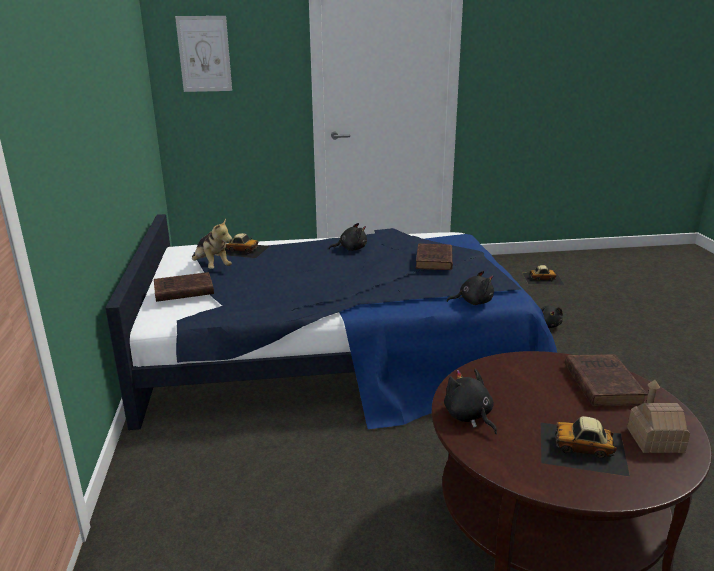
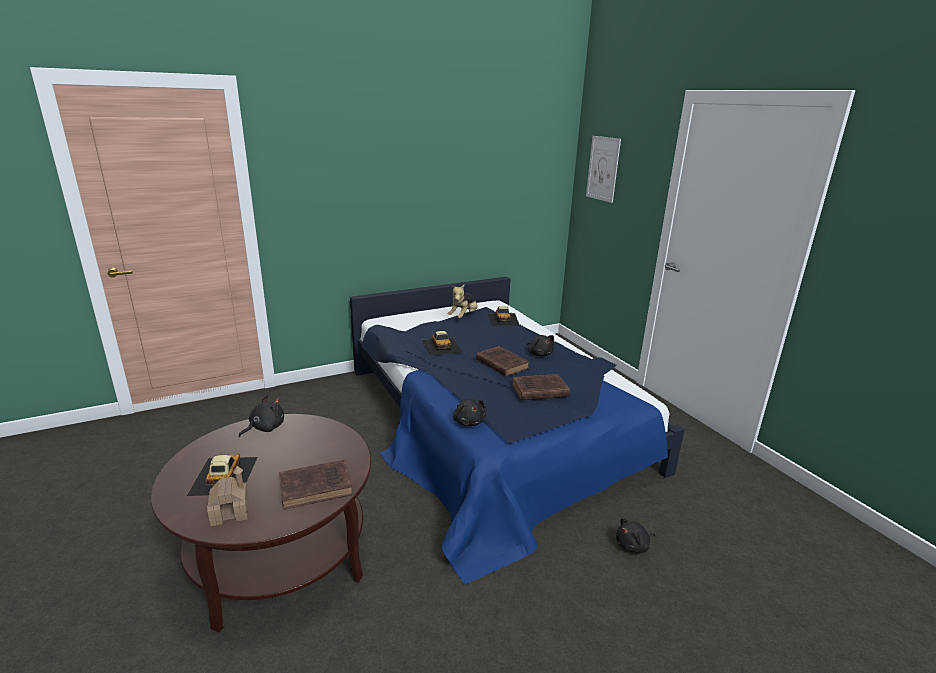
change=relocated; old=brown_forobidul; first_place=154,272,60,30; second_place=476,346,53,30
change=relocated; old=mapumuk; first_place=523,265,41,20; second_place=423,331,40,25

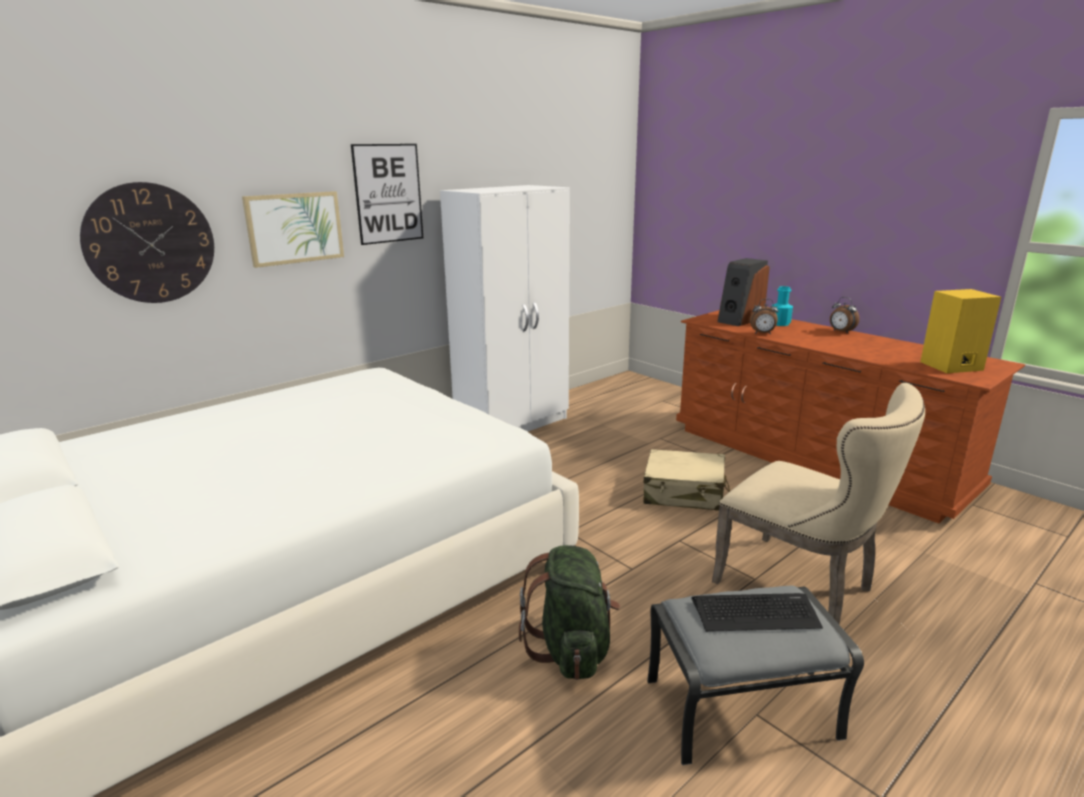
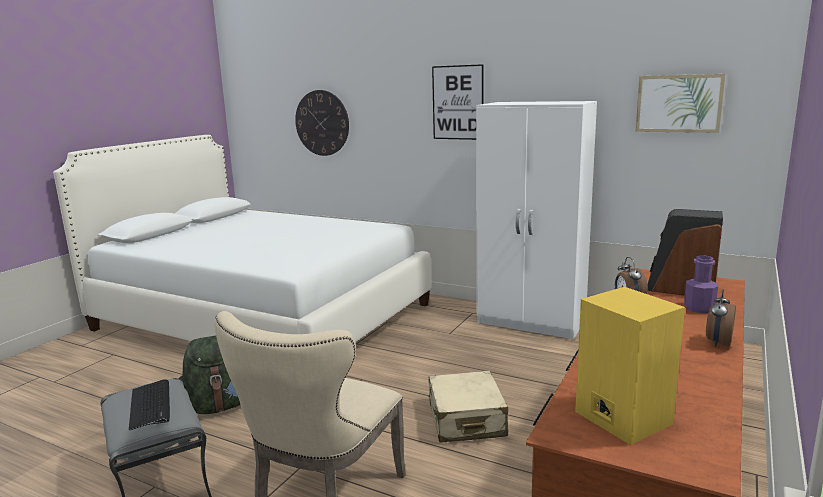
change=relocated; old=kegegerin; first_place=242,191,102,77; second_place=636,74,90,59
change=colour; old=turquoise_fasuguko; new=purple_fasuguko; first_place=772,286,21,40; second_place=684,255,34,58

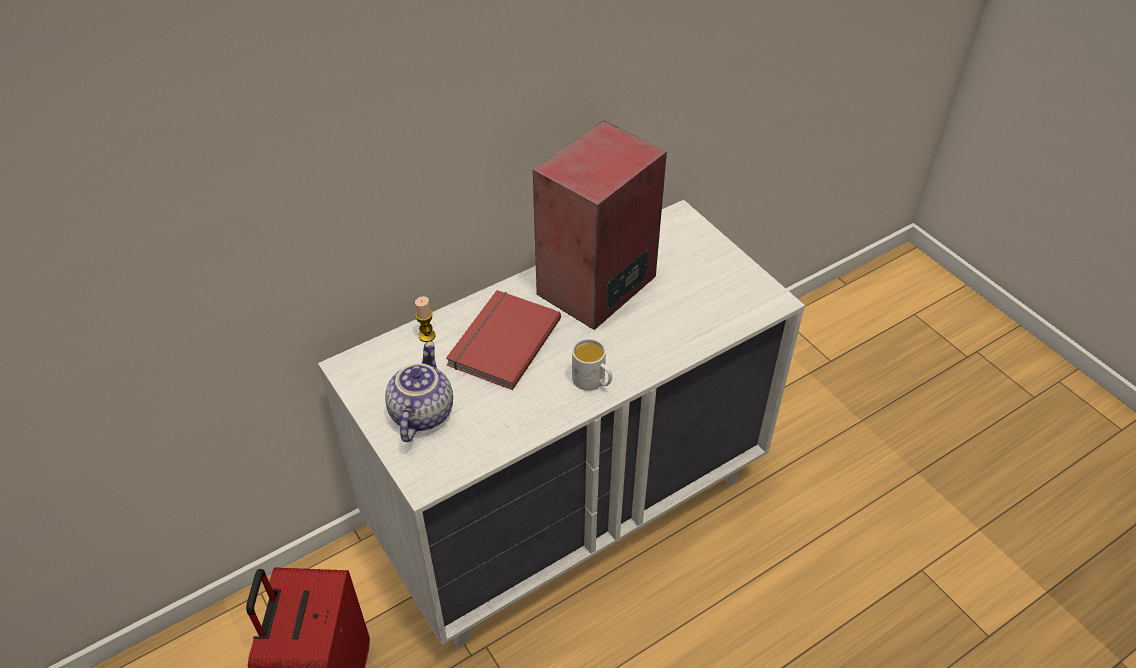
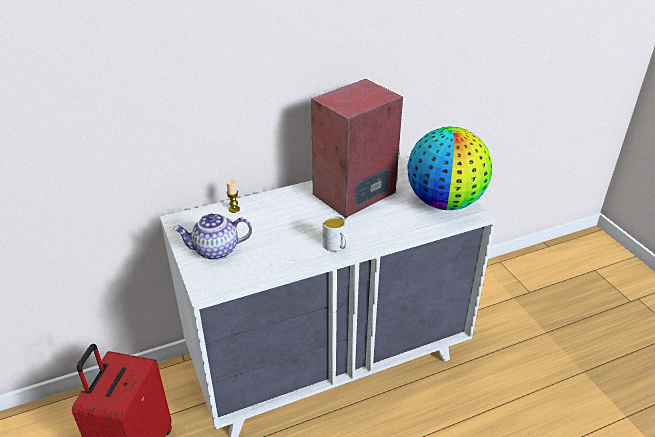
change=spun; old=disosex; first_place=385,341,68,101; second_place=173,213,79,47; degrees=-120
change=missing; old=red_forobidul; first_place=446,290,115,100
change=appeared; new=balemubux; second_place=407,127,85,83

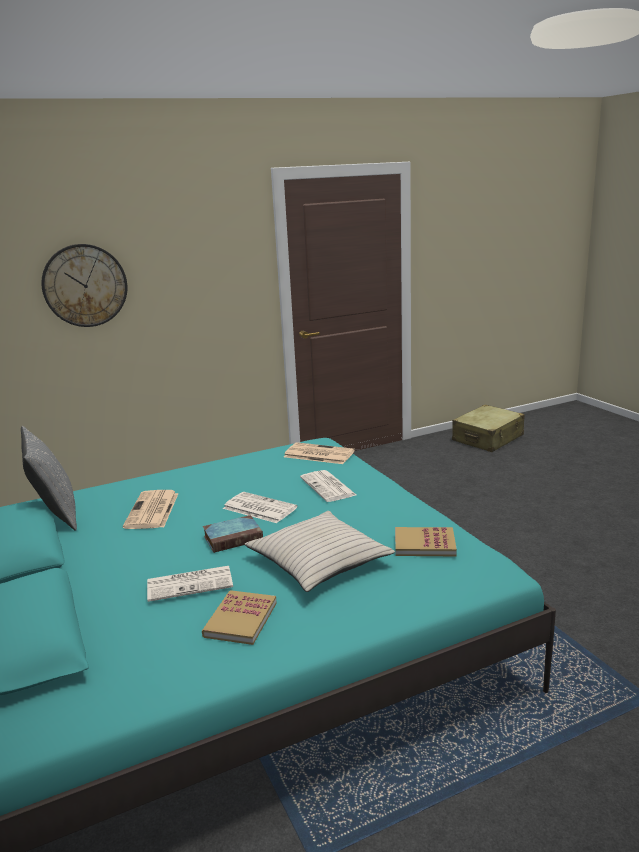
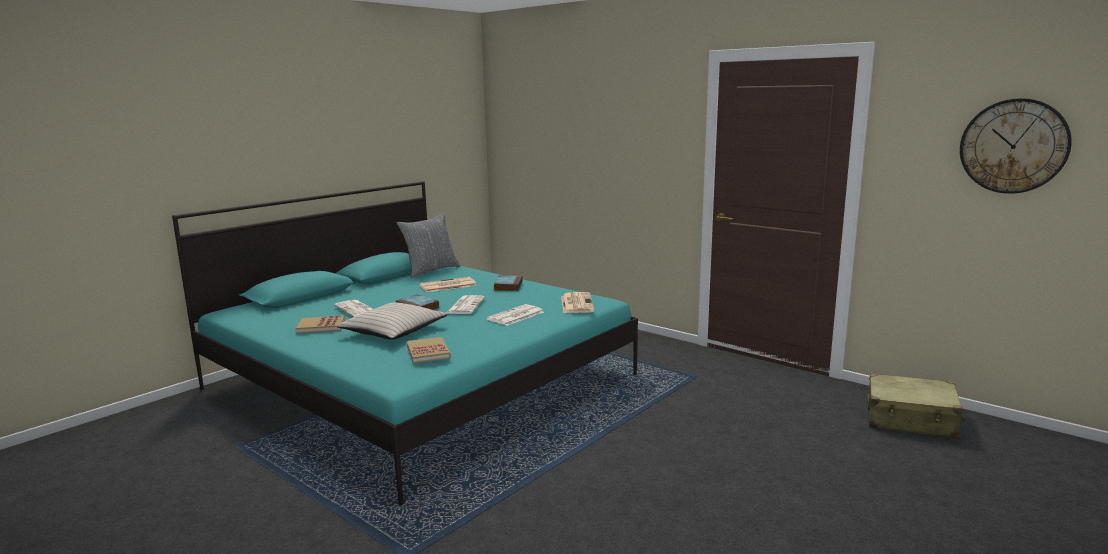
change=relocated; old=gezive; first_place=41,244,86,83; second_place=960,98,112,96
change=appeared; new=forobidul; second_place=494,276,29,15

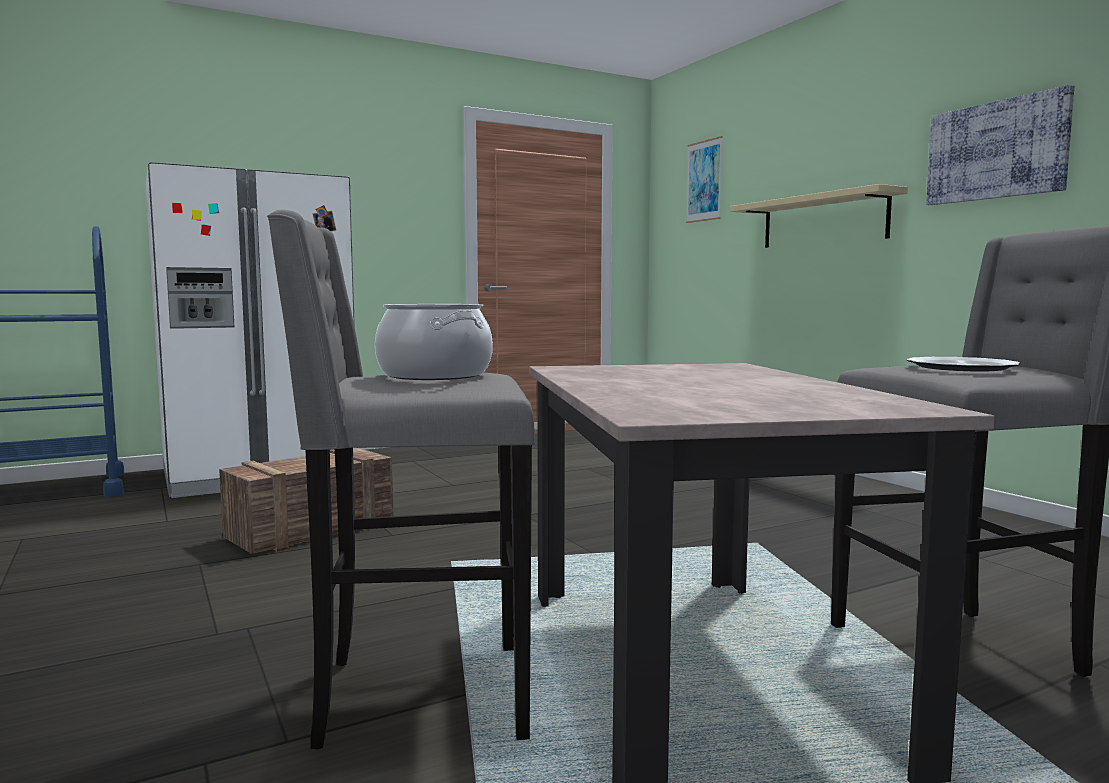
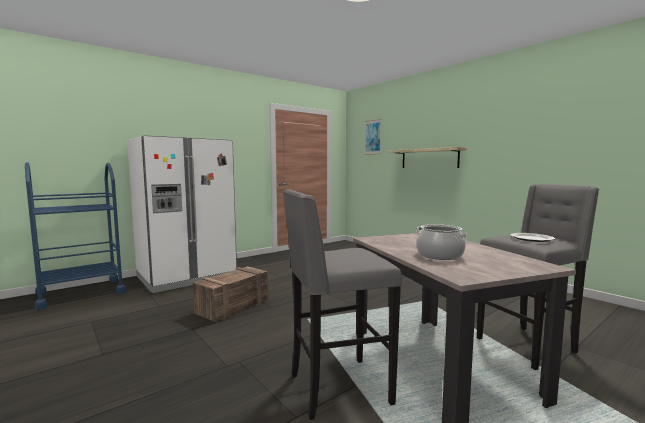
change=relocated; old=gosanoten; first_place=375,304,118,76; second_place=416,224,52,36
change=missing; old=kegegerin; first_place=926,85,148,120

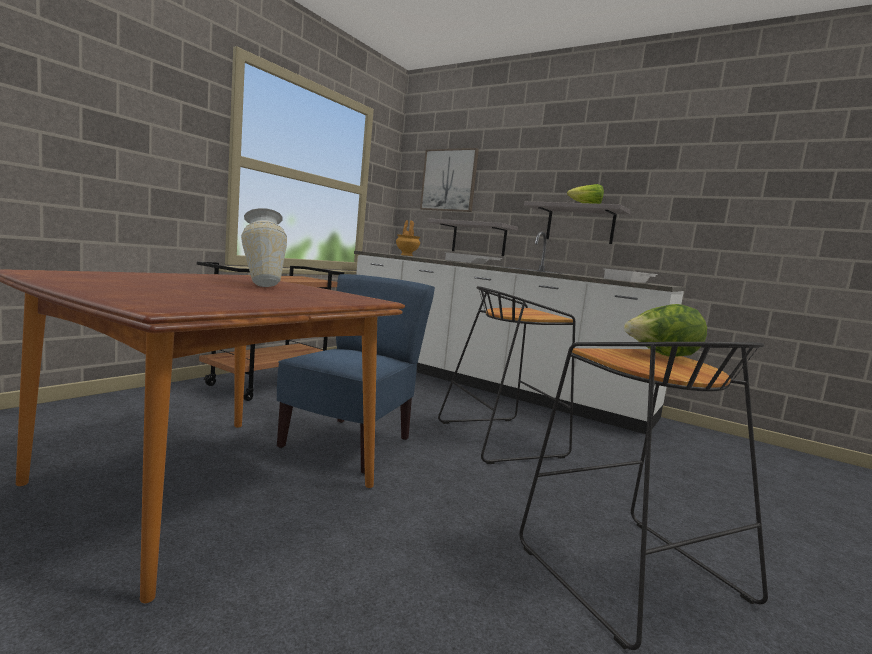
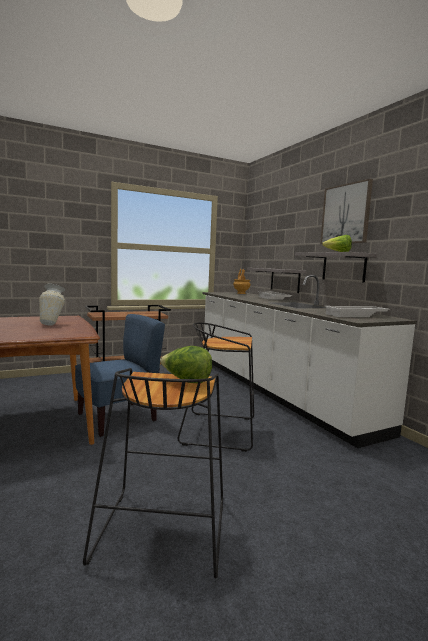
change=relocated; old=kegegerin; first_place=420,148,59,64; second_place=320,179,53,65

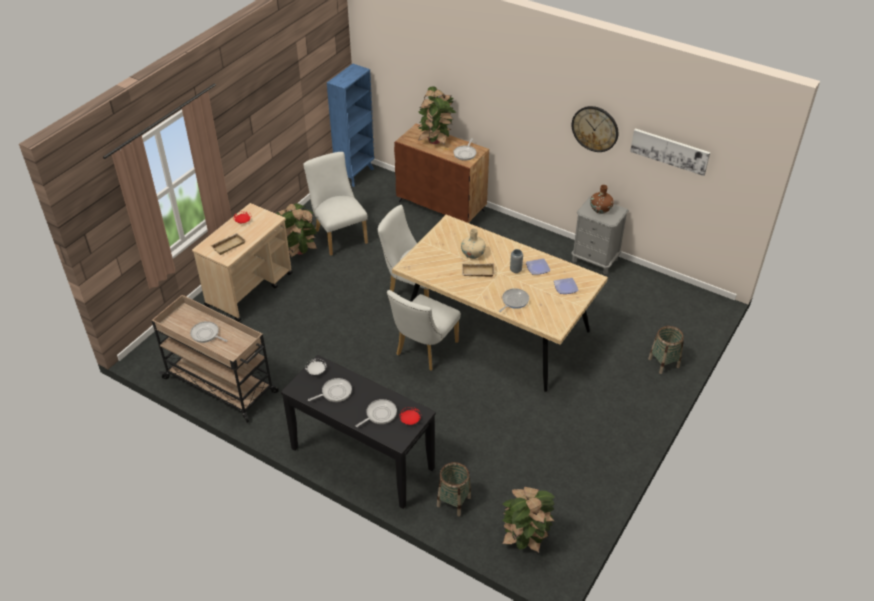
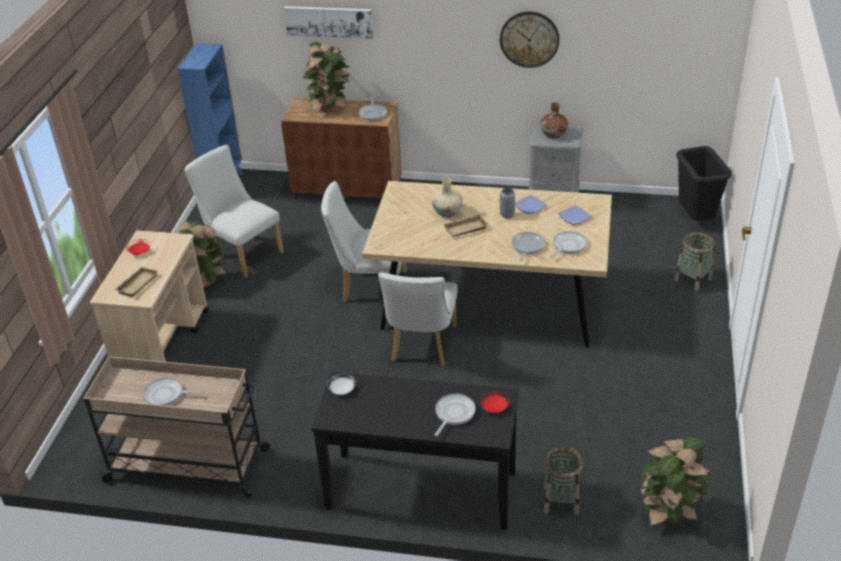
change=relocated; old=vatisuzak; first_place=308,378,44,24; second_place=549,231,38,28
change=relocated; old=kegegerin; first_place=630,128,80,48; second_place=284,6,89,33
change=appeared; new=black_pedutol; second_place=676,146,56,75

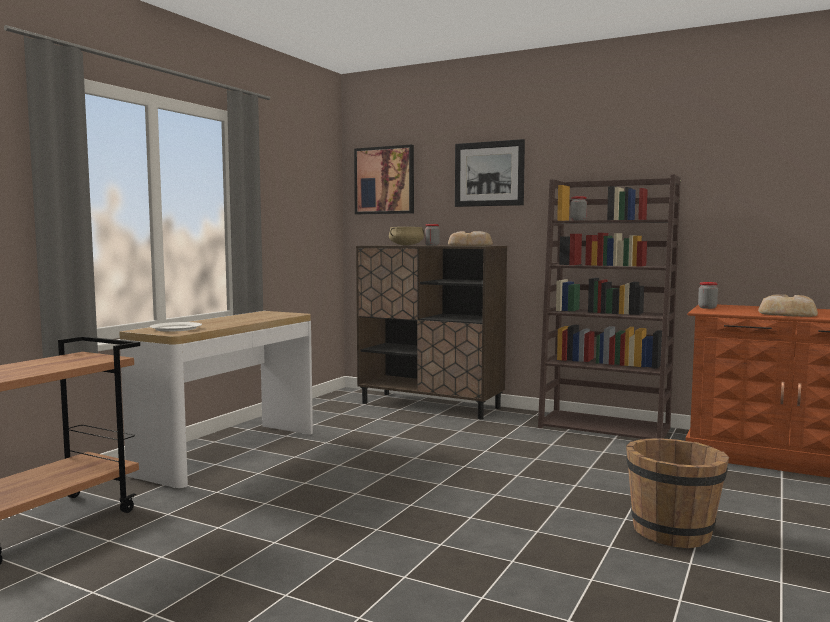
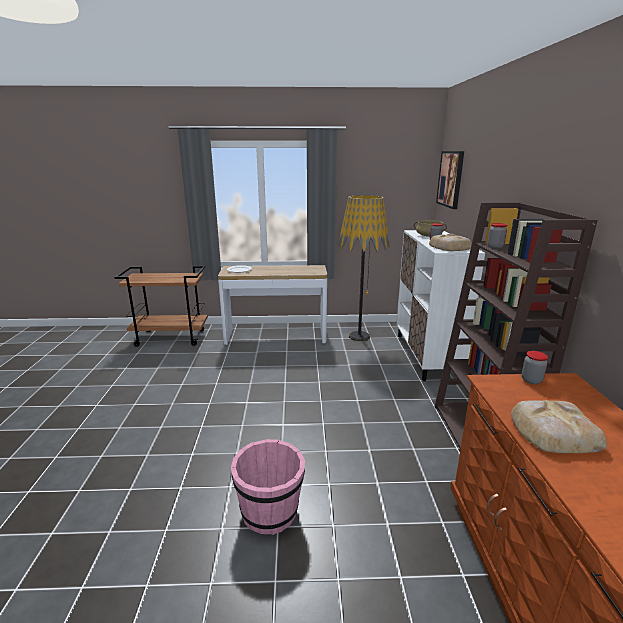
change=colour; old=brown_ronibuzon; new=white_ronibuzon; first_place=356,245,151,174; second_place=396,230,89,151
change=missing; old=kegegerin; first_place=455,139,70,68
change=colour; old=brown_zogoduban; new=pink_zogoduban; first_place=626,438,103,110; second_place=231,439,74,96
change=appeared; new=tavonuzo; second_place=338,195,52,146

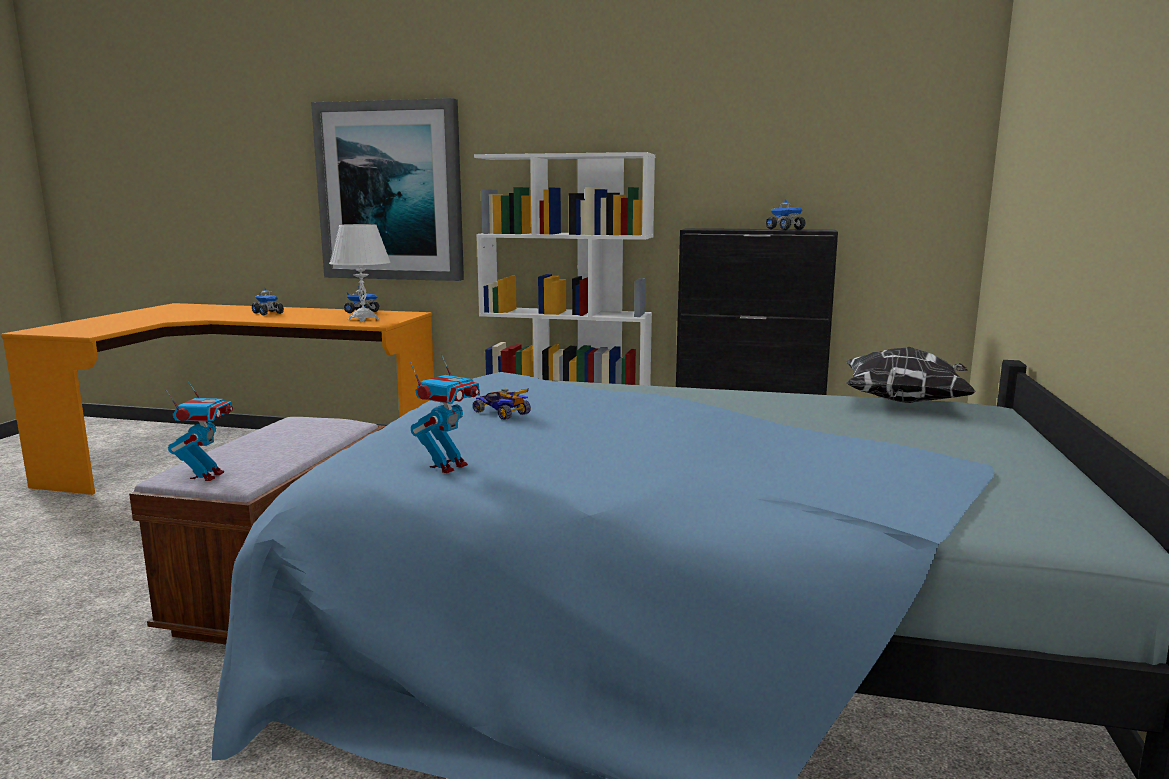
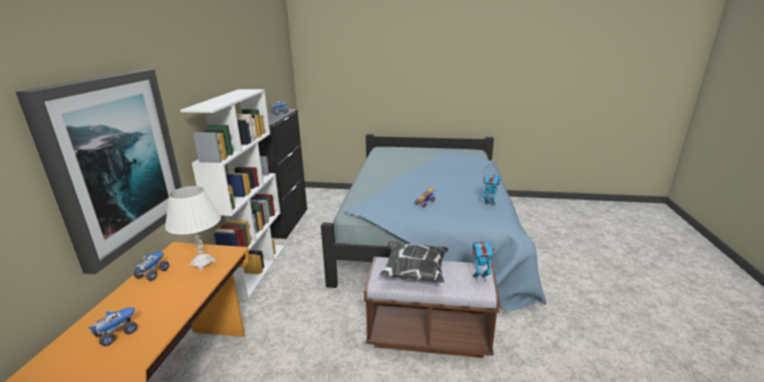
change=relocated; old=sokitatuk; first_place=845,347,131,56; second_place=380,241,69,42

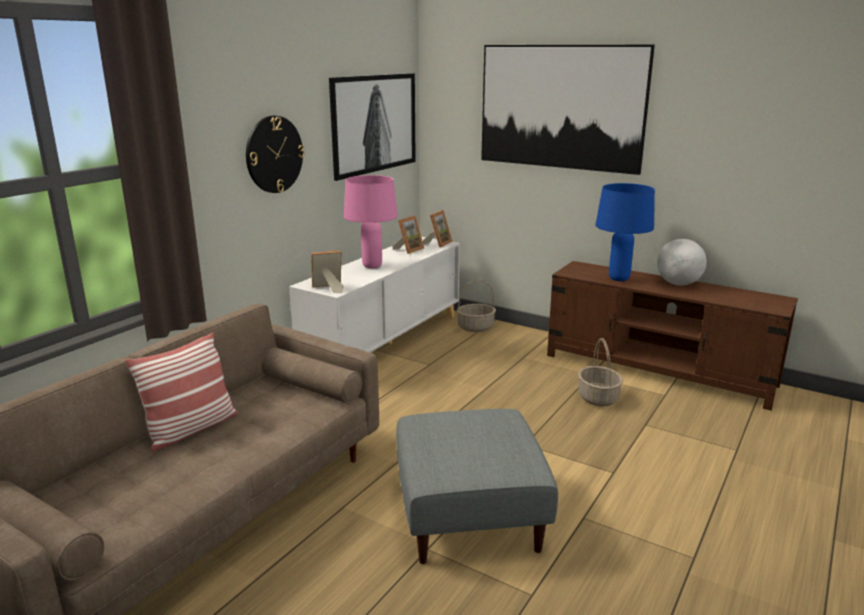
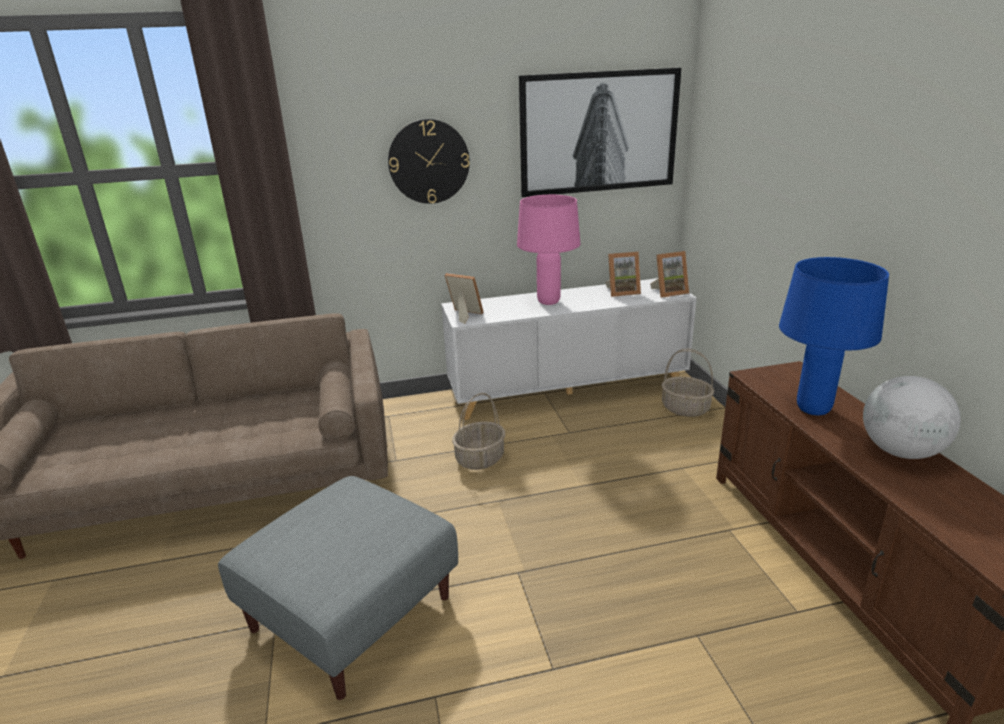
change=missing; old=sokitatuk; first_place=125,332,113,120
change=missing; old=kegegerin; first_place=481,45,174,130
change=relocated; old=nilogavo; first_place=578,338,45,69; second_place=452,393,53,77

